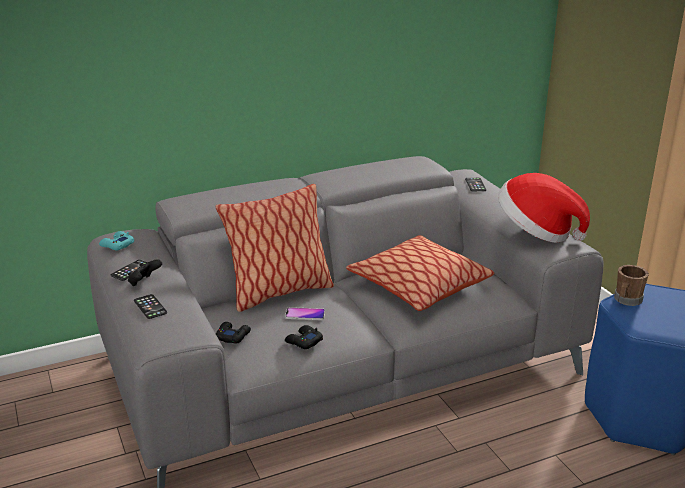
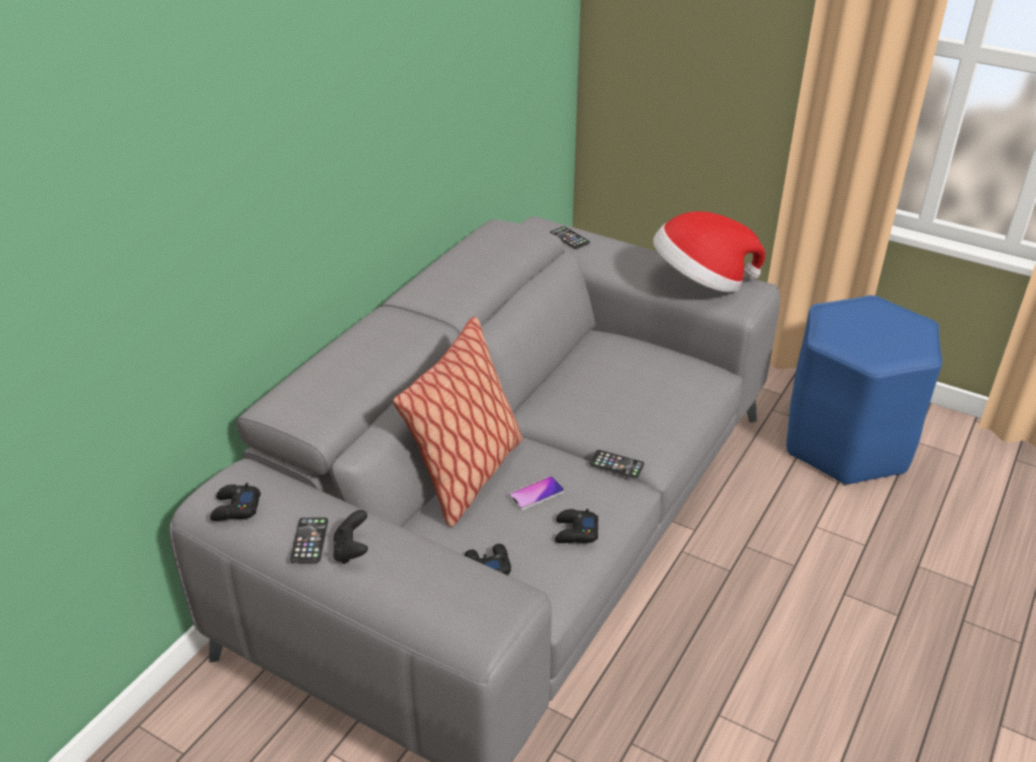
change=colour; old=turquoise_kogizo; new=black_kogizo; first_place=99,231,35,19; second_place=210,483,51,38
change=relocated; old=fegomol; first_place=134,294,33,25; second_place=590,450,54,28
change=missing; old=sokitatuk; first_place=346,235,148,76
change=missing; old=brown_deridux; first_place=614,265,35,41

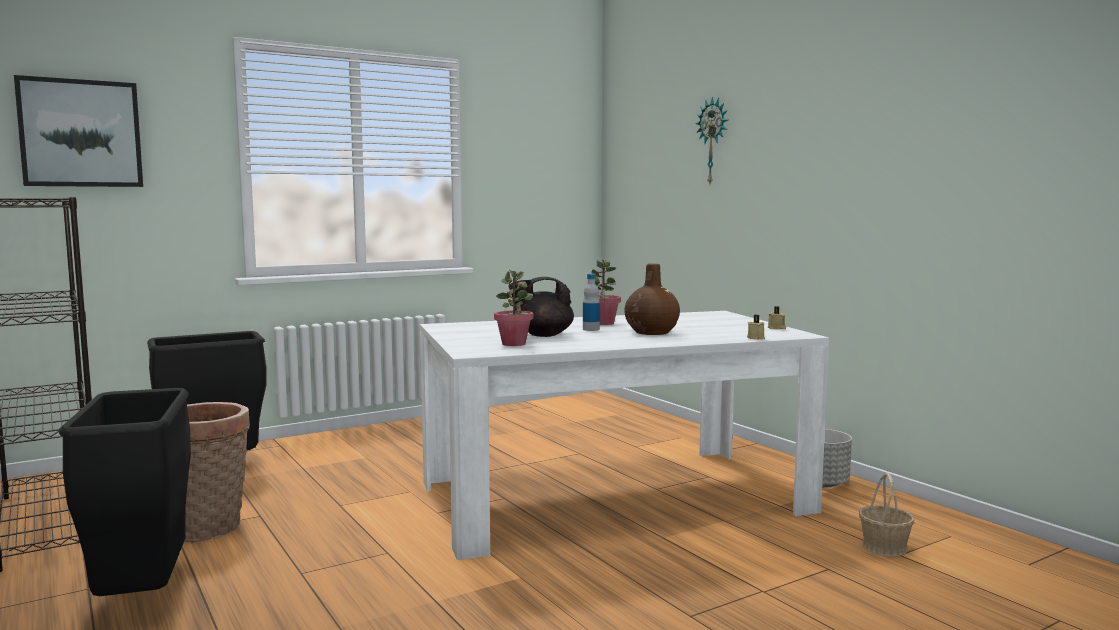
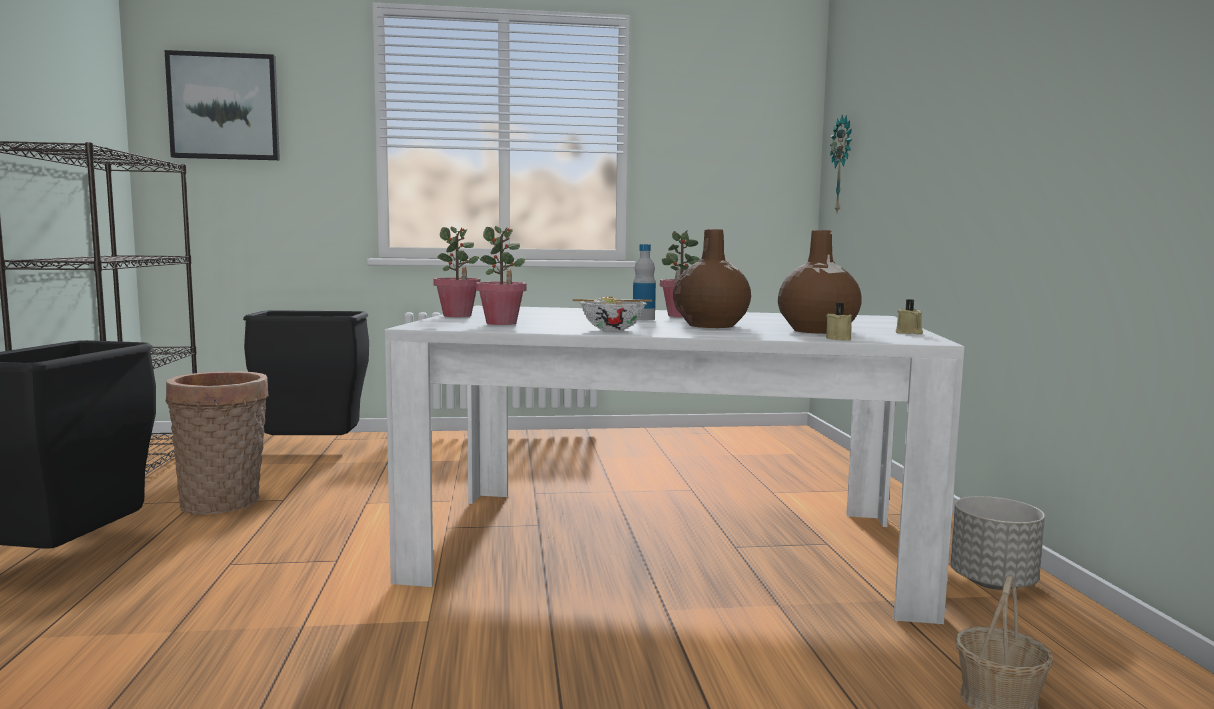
change=missing; old=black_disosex; first_place=509,277,65,60
change=relocated; old=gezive; first_place=695,97,33,86; second_place=830,115,22,97
change=appeared; new=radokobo; second_place=433,227,47,90
change=appeared; new=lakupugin; second_place=573,296,79,35
change=appeared; new=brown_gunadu; second_place=778,230,84,104

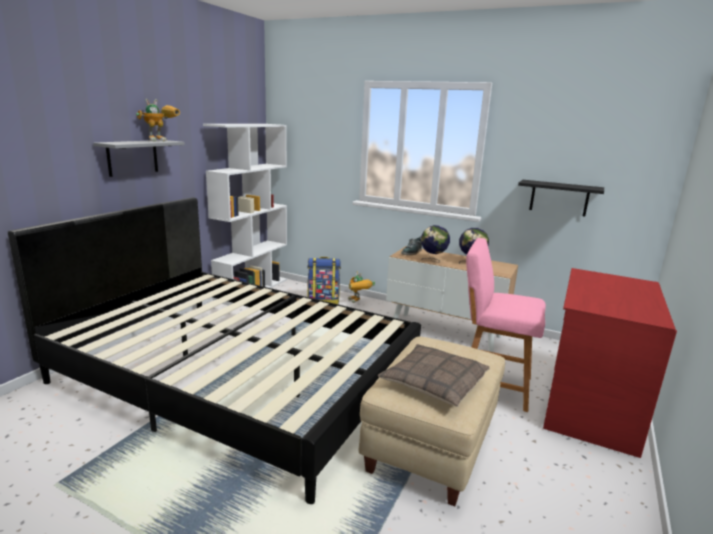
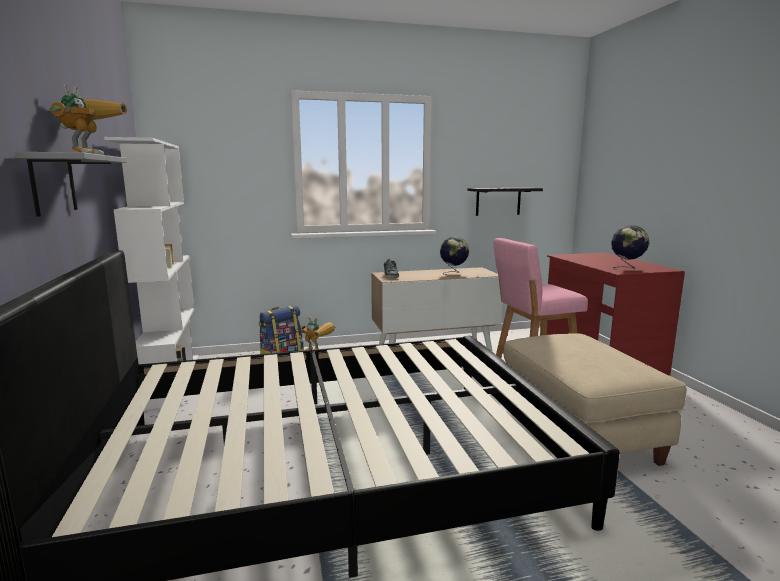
change=missing; old=sokitatuk; first_place=378,344,112,63
change=relocated; old=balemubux; first_place=421,225,29,38; second_place=611,225,38,45

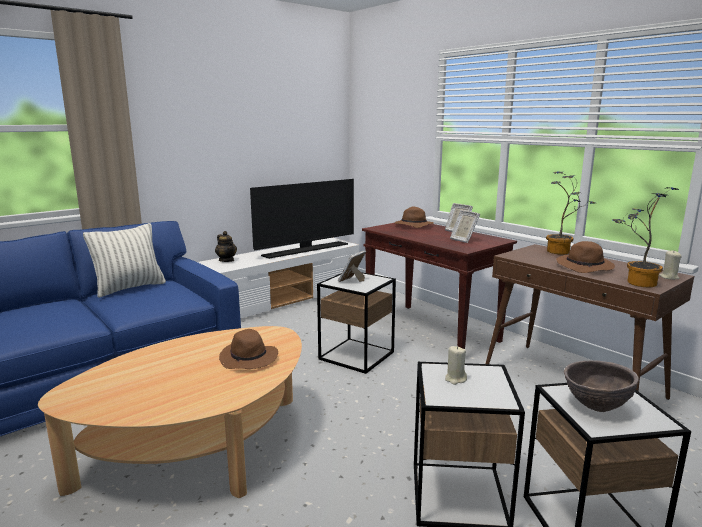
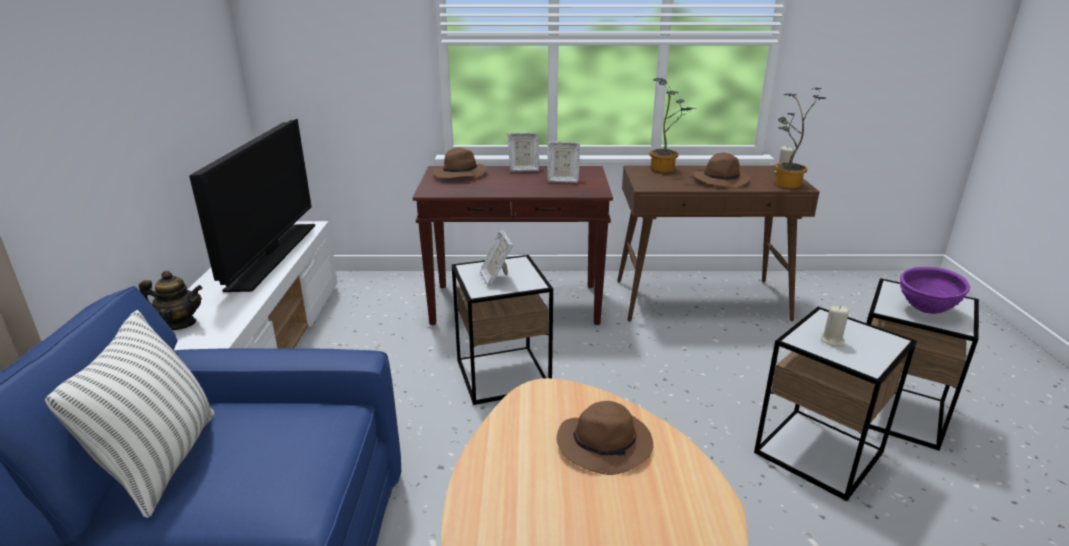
change=colour; old=brown_lakupugin; new=purple_lakupugin; first_place=564,360,75,52; second_place=900,267,70,47

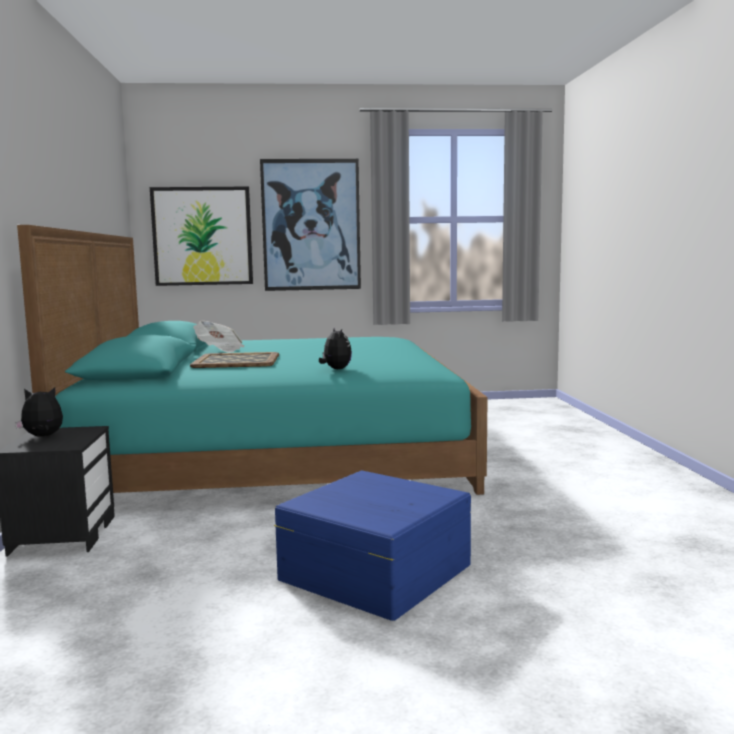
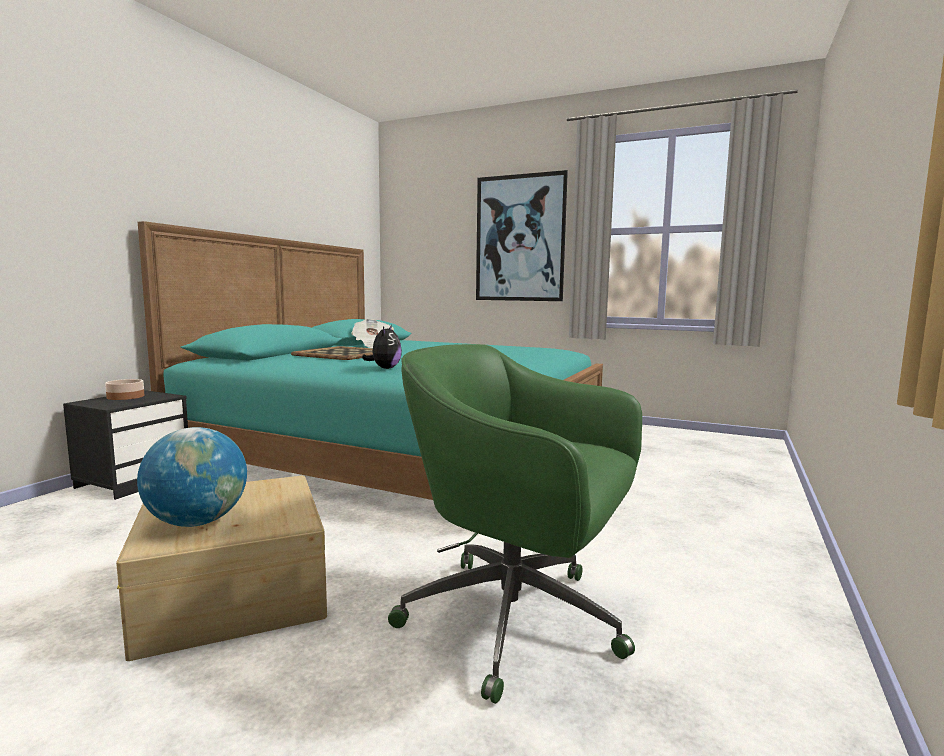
change=exchanged; old=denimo; new=lakupugin; first_place=15,387,48,50; second_place=105,379,40,21
change=missing; old=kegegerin; first_place=150,186,103,100
change=colour; old=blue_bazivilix; new=beige_bazivilix; first_place=274,470,197,151; second_place=116,476,211,185
change=appeared; new=balemubux; second_place=137,427,110,100
change=appeared; new=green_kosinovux; second_place=388,344,254,360

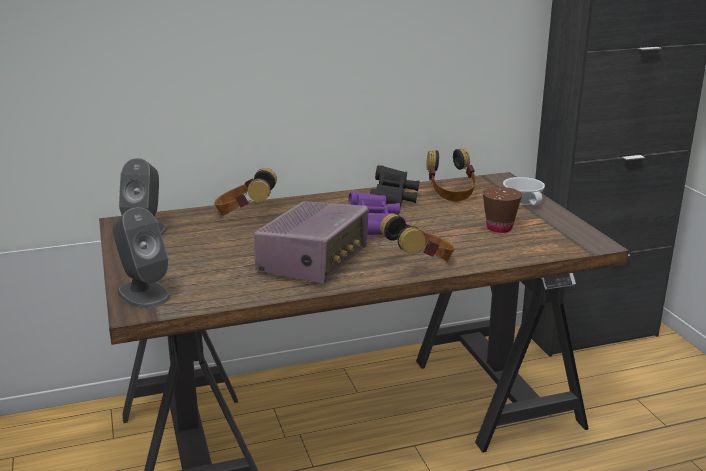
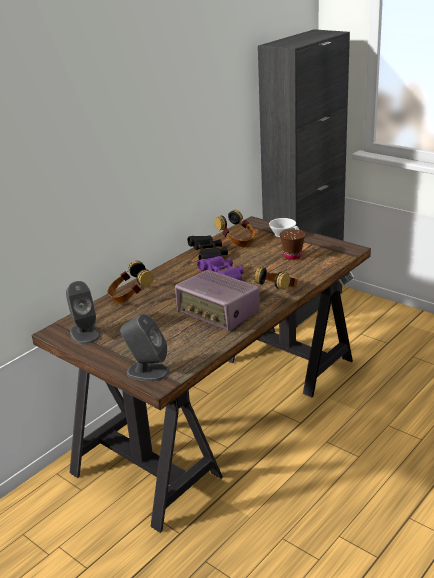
change=spun; old=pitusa; first_place=254,201,115,83; second_place=175,270,85,61; degrees=135

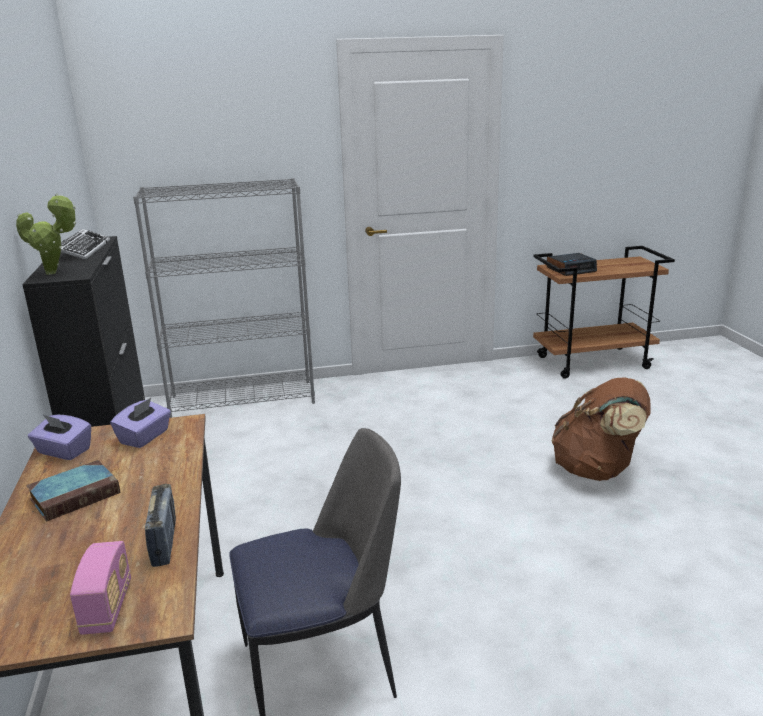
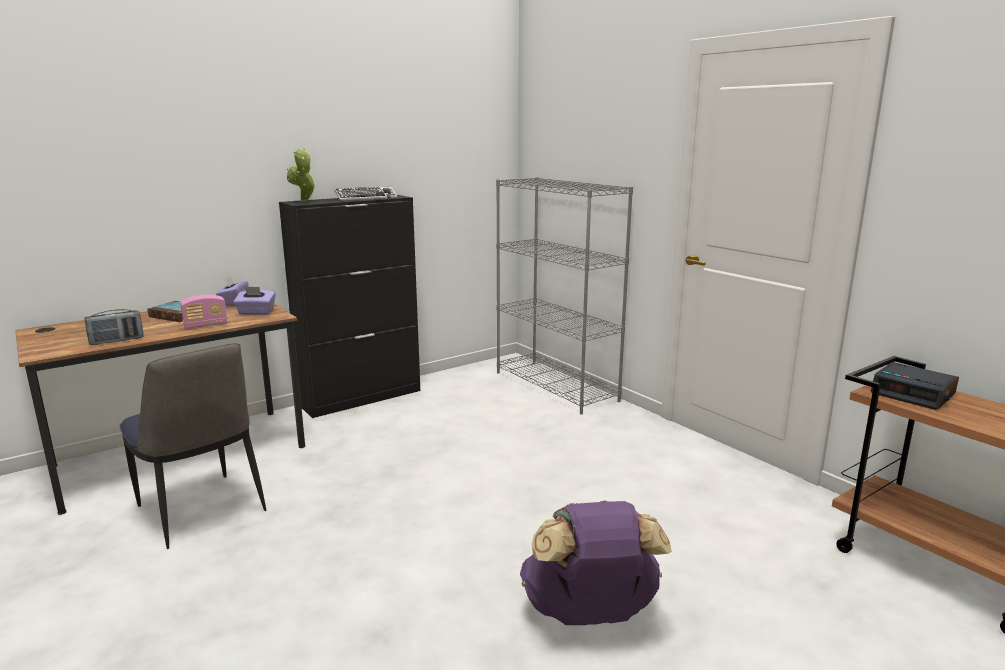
change=relocated; old=pitusa; first_place=70,541,61,94; second_place=180,295,48,34
change=colour; old=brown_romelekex; new=purple_romelekex; first_place=552,377,99,104; second_place=520,500,152,125

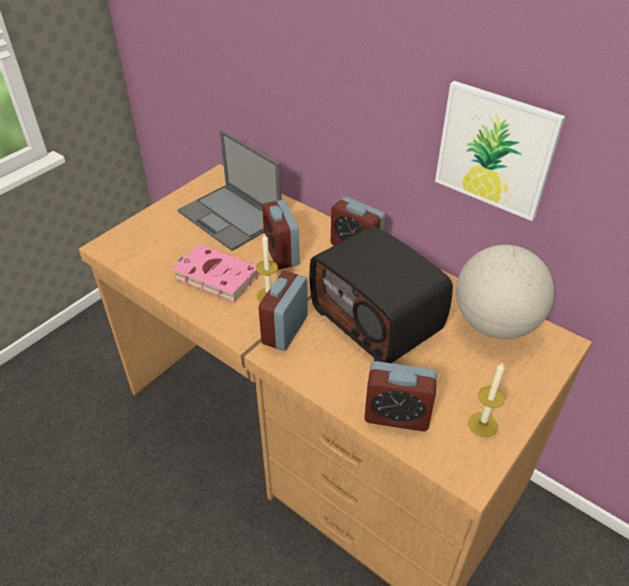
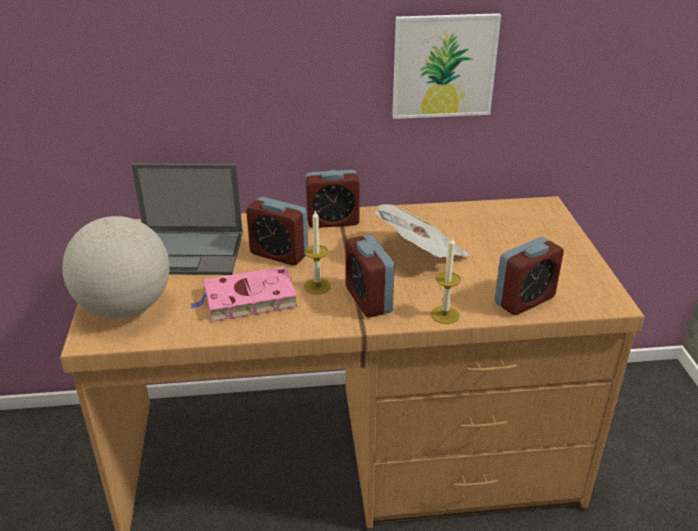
change=exchanged; old=pitusa; new=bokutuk; first_place=310,226,143,137; second_place=374,204,97,54
change=relocated; old=balemubux; first_place=456,245,98,94; second_place=62,216,108,103
change=relocated; old=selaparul; first_place=468,362,37,75; second_place=431,237,30,87

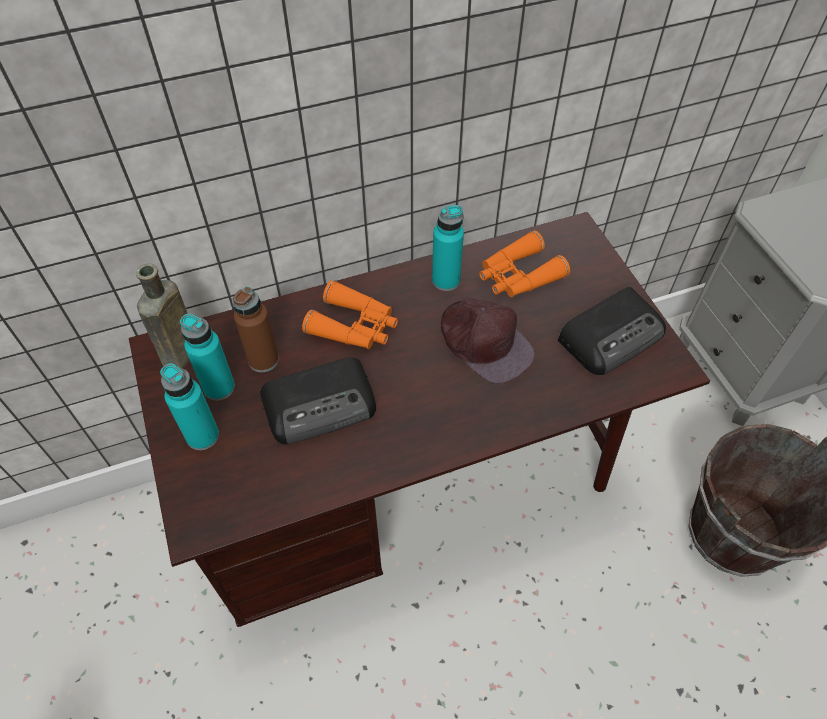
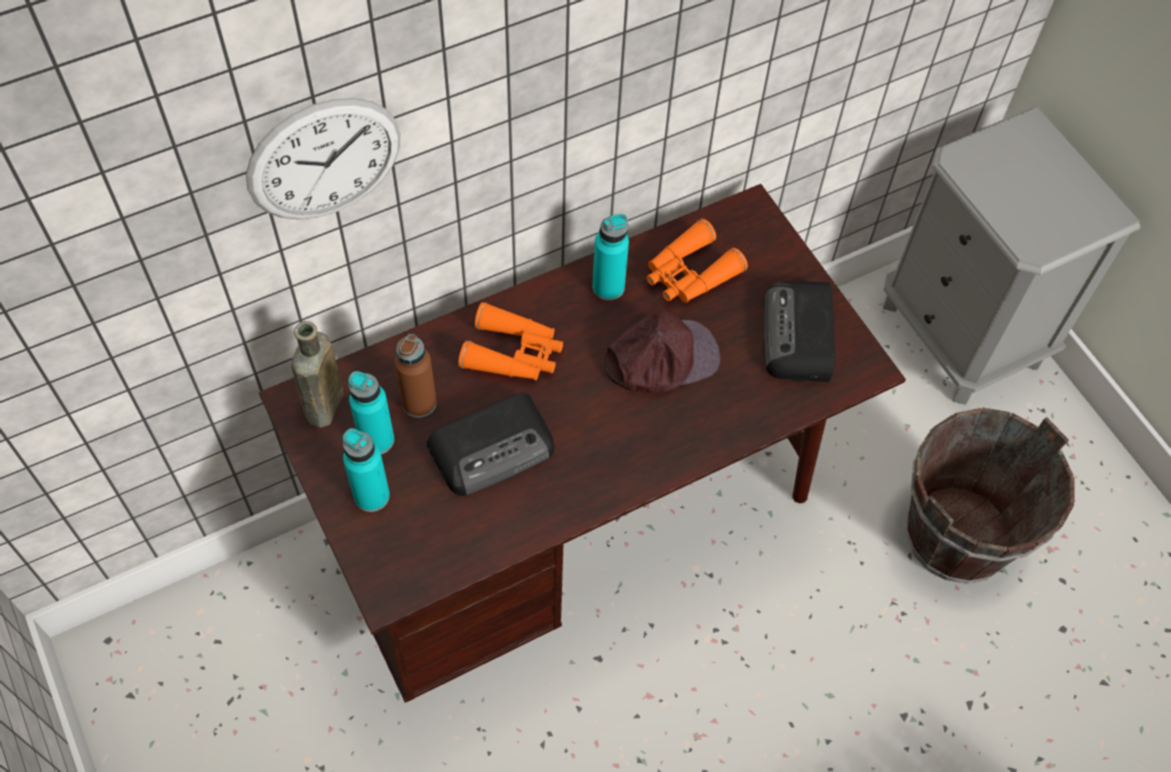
change=spun; old=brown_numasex; first_place=441,298,94,86; second_place=605,310,116,83; degrees=-60
change=spun; old=pitusa; first_place=558,287,108,88; second_place=764,282,71,100; degrees=135
change=appeared; new=gezive; second_place=246,98,154,121

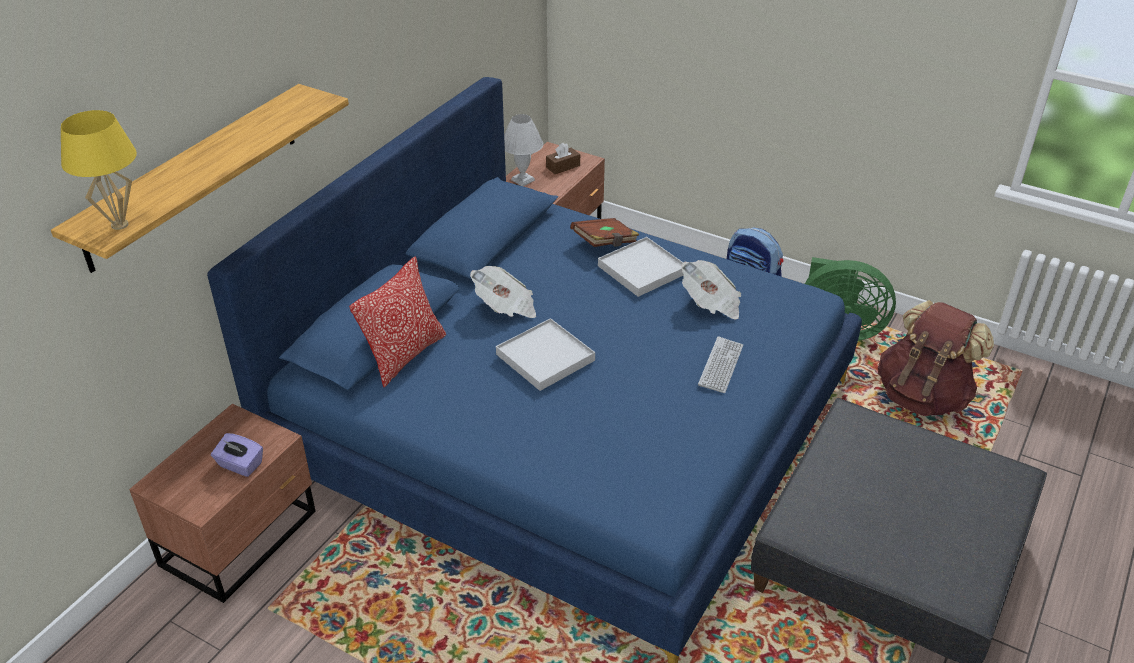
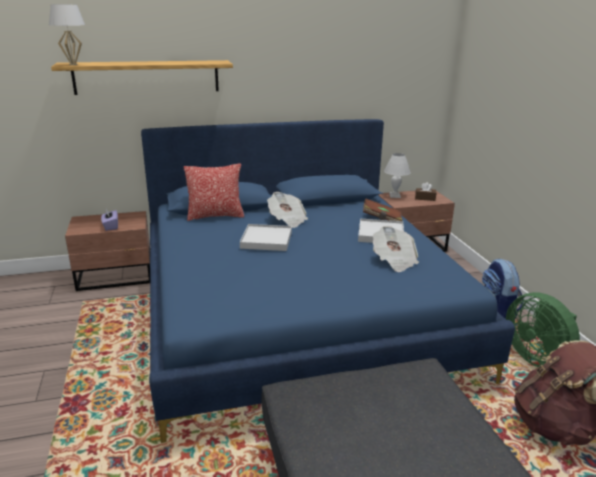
change=colour; old=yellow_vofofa; new=white_vofofa; first_place=61,110,76,120; second_place=49,4,36,61
change=missing; old=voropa; first_place=698,336,45,57

